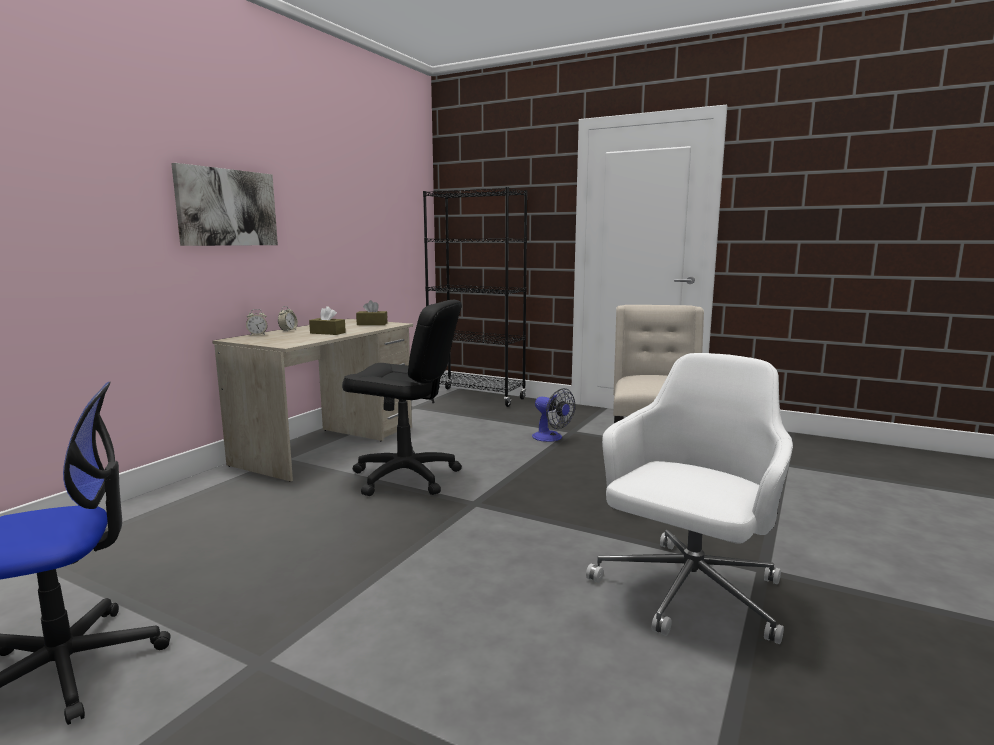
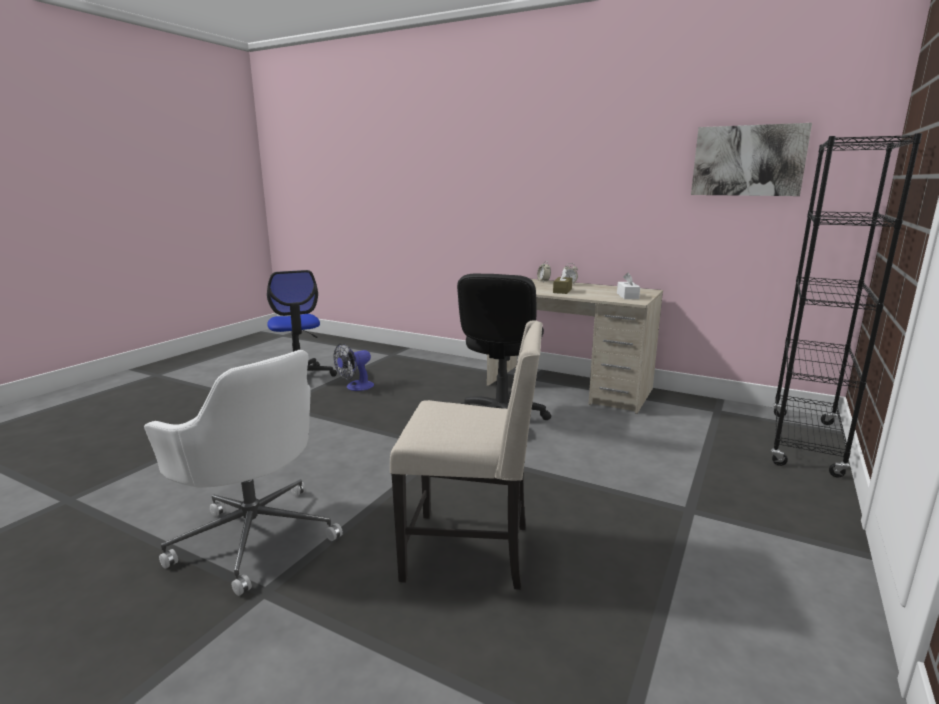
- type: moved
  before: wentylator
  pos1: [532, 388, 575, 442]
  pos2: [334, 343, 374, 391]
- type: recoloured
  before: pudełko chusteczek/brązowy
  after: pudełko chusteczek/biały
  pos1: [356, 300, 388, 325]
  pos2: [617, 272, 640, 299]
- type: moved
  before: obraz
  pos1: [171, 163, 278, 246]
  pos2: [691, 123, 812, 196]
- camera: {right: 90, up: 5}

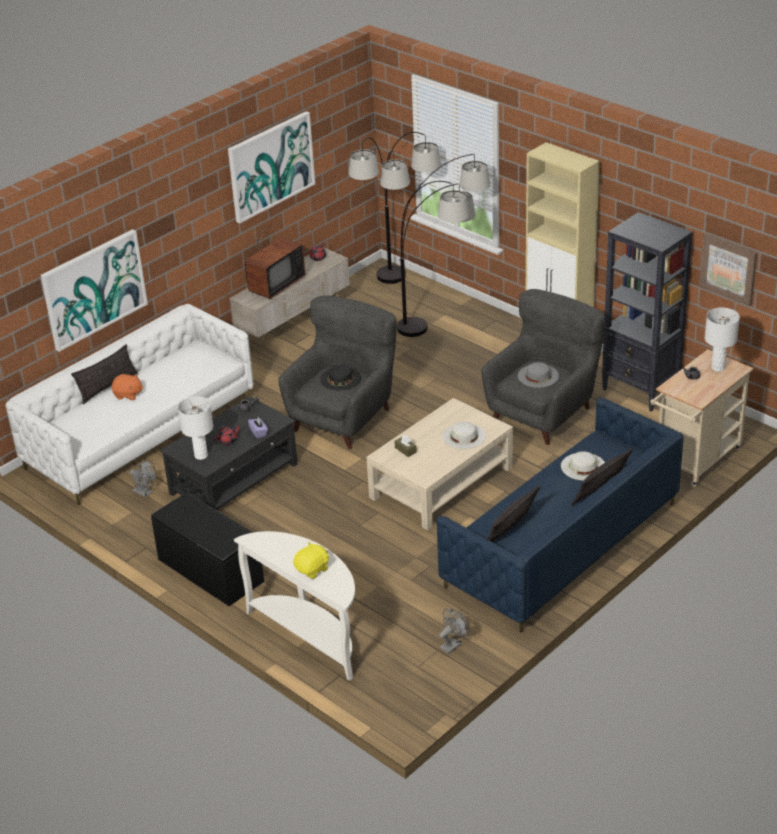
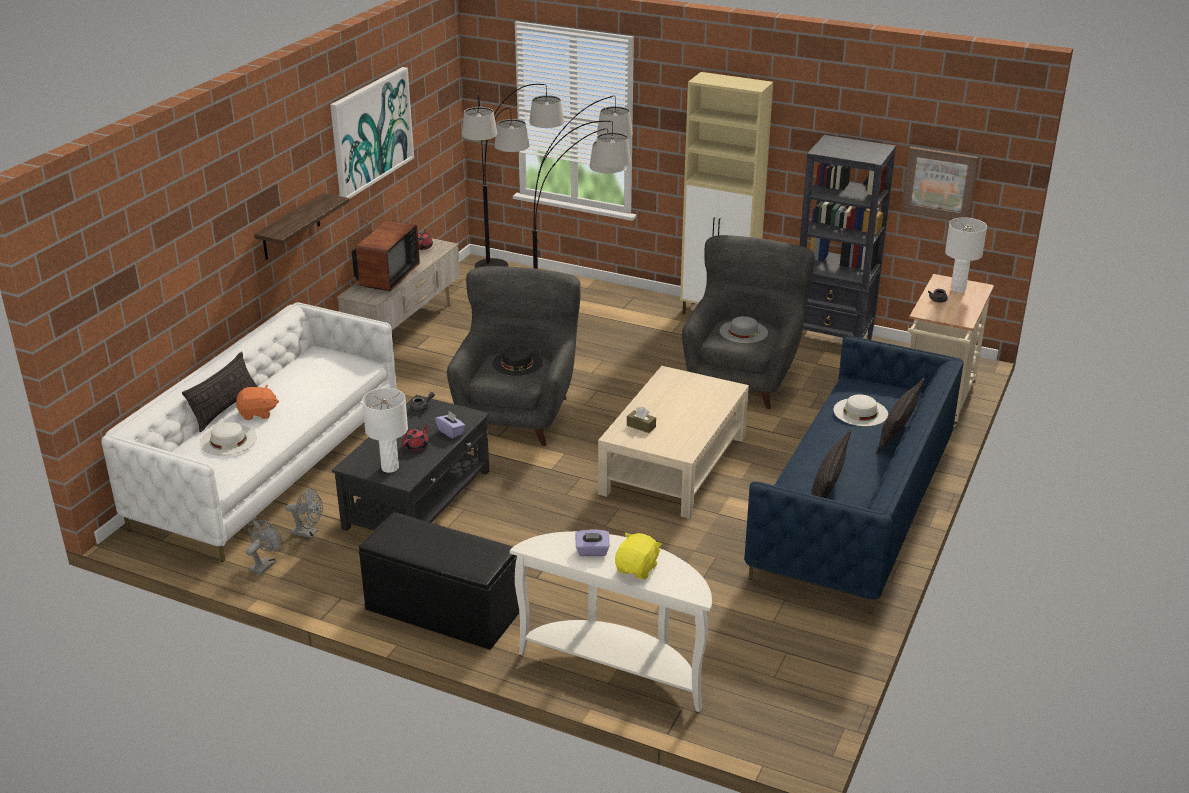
- type: moved
  before: kapelusz/biały
  pos1: [443, 422, 486, 449]
  pos2: [200, 422, 257, 456]
- type: moved
  before: wentylator/szary
  pos1: [439, 609, 469, 654]
  pos2: [246, 520, 283, 575]
- type: added
  after: półka
  pos2: [254, 193, 349, 260]
- type: added
  after: pudełko chusteczek/fioletowy
  pos2: [575, 529, 609, 556]
- type: removed
  before: obraz
  pos1: [41, 229, 148, 352]
- camera: {right: -20, up: -5}

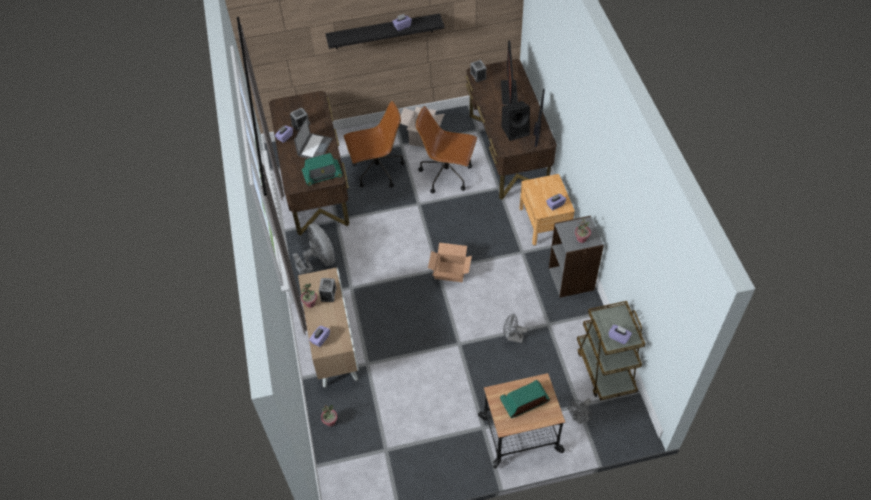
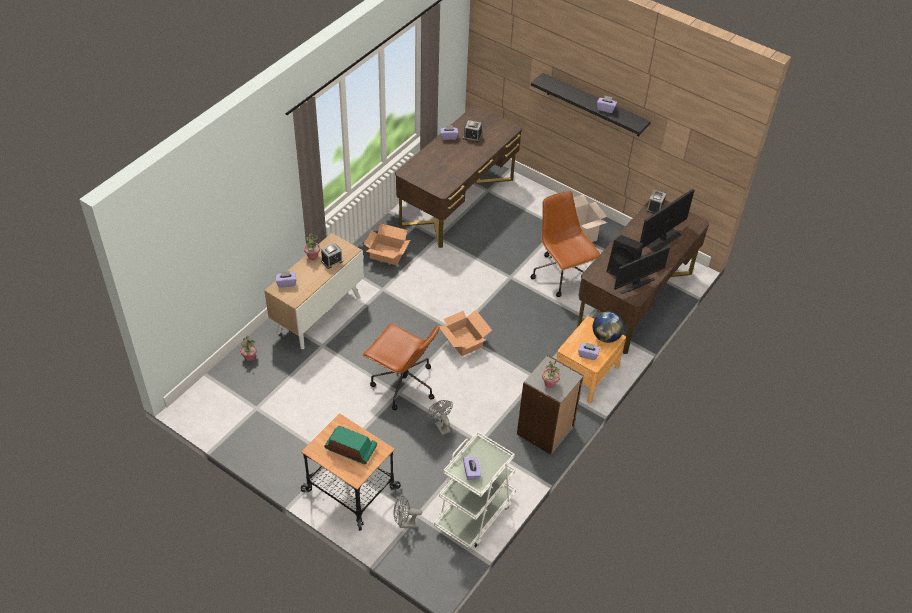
- type: moved
  before: krzesło biurowe/brązowy
  pos1: [344, 101, 405, 188]
  pos2: [362, 324, 440, 410]
- type: replaced
  before: wentylator/szary
  after: karton
  pos1: [293, 223, 335, 275]
  pos2: [364, 223, 410, 265]
- type: recoloured
  before: wózek/brązowy
  after: wózek/biały
  pos1: [577, 301, 645, 401]
  pos2: [434, 431, 516, 549]
- type: added
  after: globus
  pos2: [593, 311, 624, 343]
- type: removed
  before: laptop
  pos1: [294, 118, 333, 159]
- type: removed
  before: radio
  pos1: [302, 153, 343, 186]
- camera: {right: 45, up: -5}

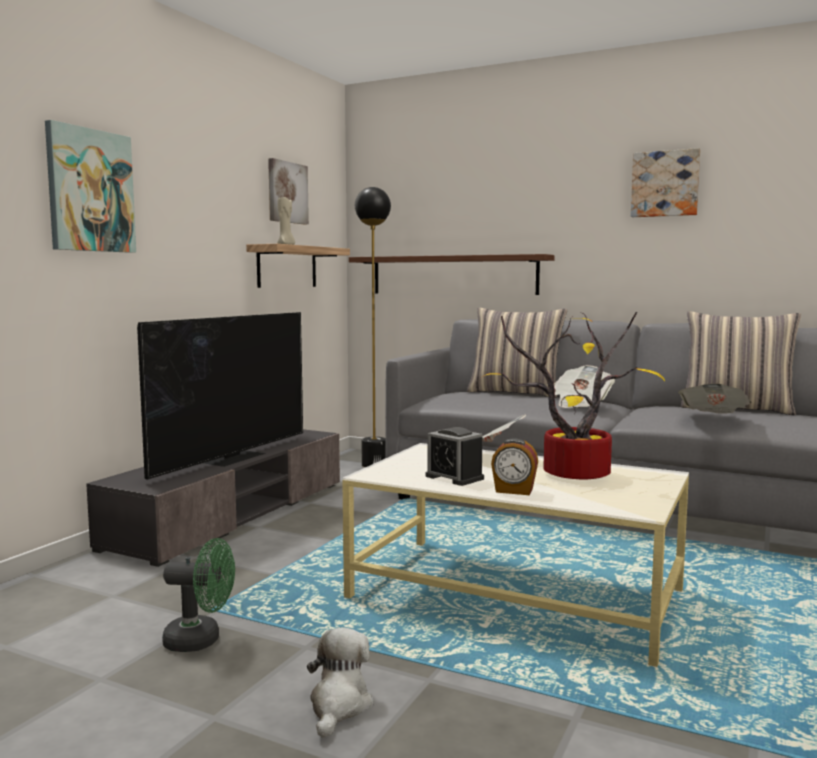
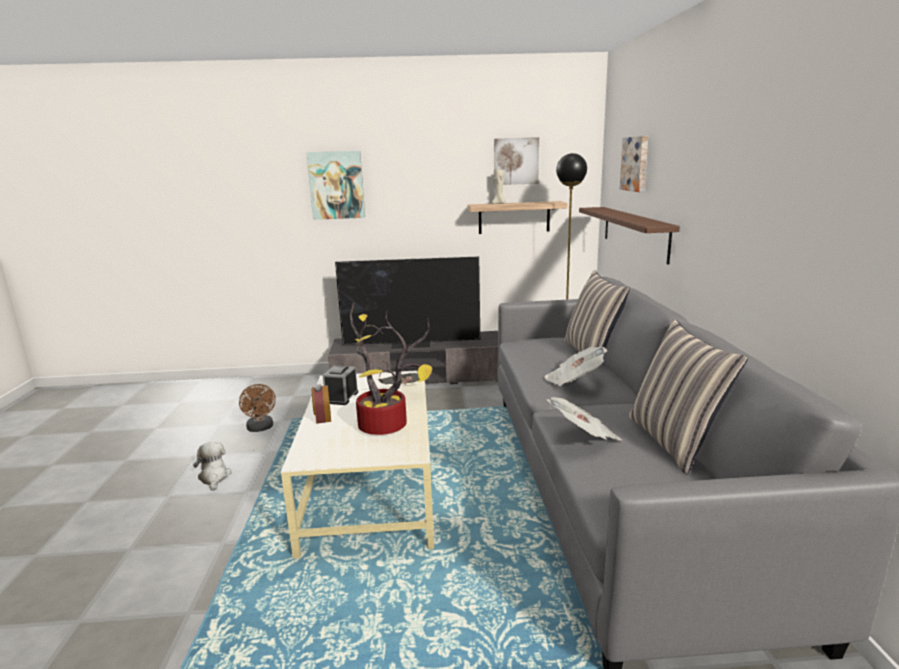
- type: turned
  before: pluszak
  pos1: [307, 627, 374, 738]
  pos2: [193, 442, 232, 491]
  turn: -90
- type: recoloured
  before: wentylator/zielony
  after: wentylator/brązowy
  pos1: [162, 538, 235, 652]
  pos2: [239, 384, 276, 432]
- type: moved
  before: obraz
  pos1: [631, 148, 700, 217]
  pos2: [620, 136, 648, 192]
- camera: {right: 60, up: 10}

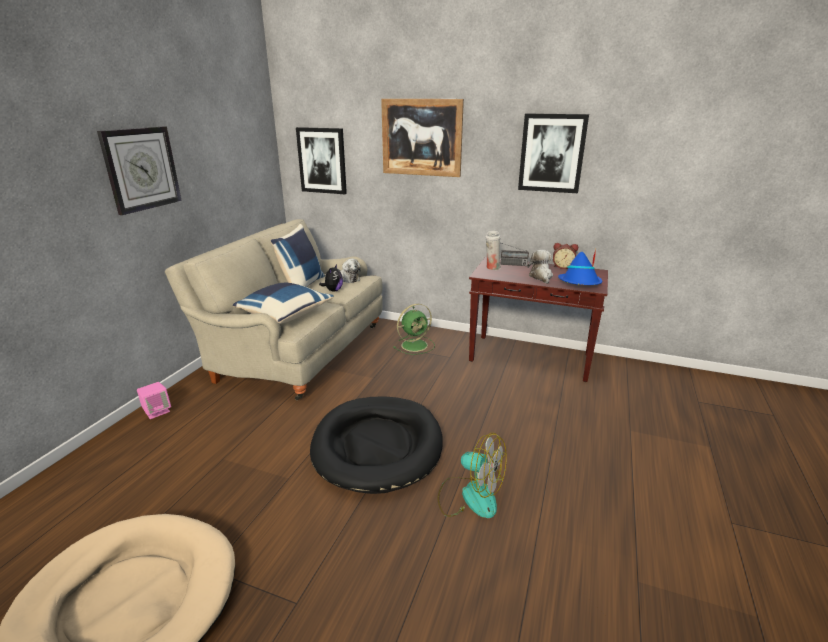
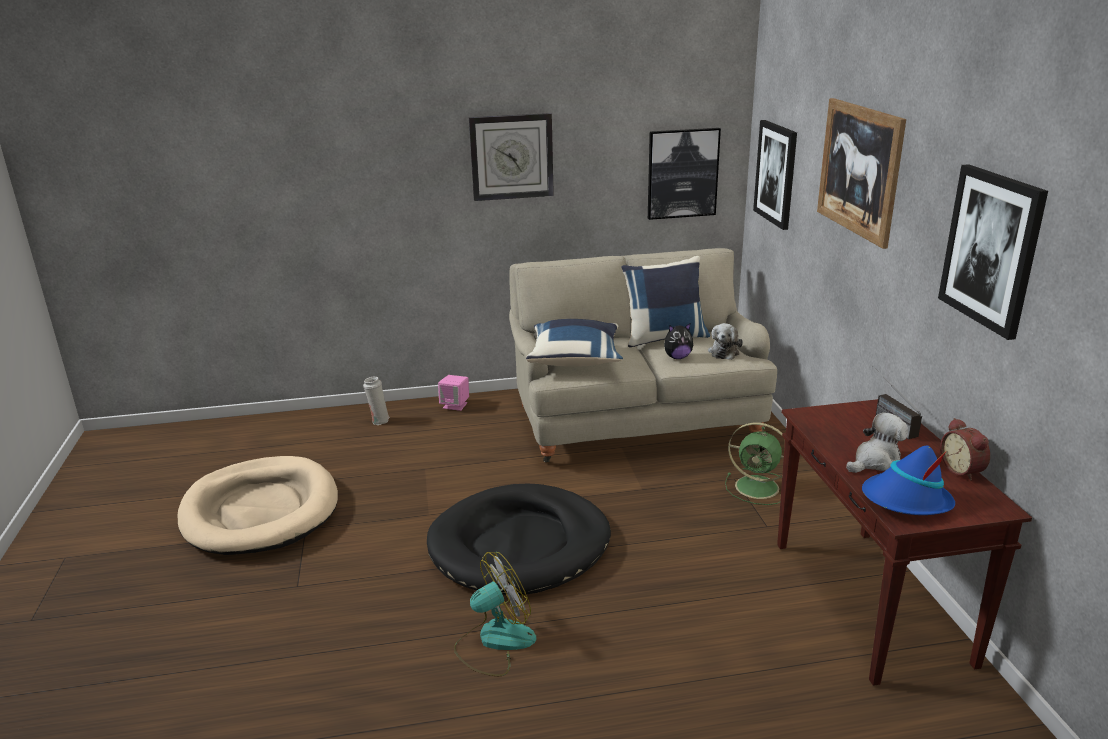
- type: moved
  before: wazon/biały
  pos1: [486, 231, 501, 270]
  pos2: [363, 377, 390, 425]
- type: turned
  before: wentylator
  pos1: [438, 433, 507, 518]
  pos2: [454, 552, 536, 676]
  turn: -120
- type: added
  after: obraz
  pos2: [648, 128, 721, 220]
- camera: {right: 60, up: 0}

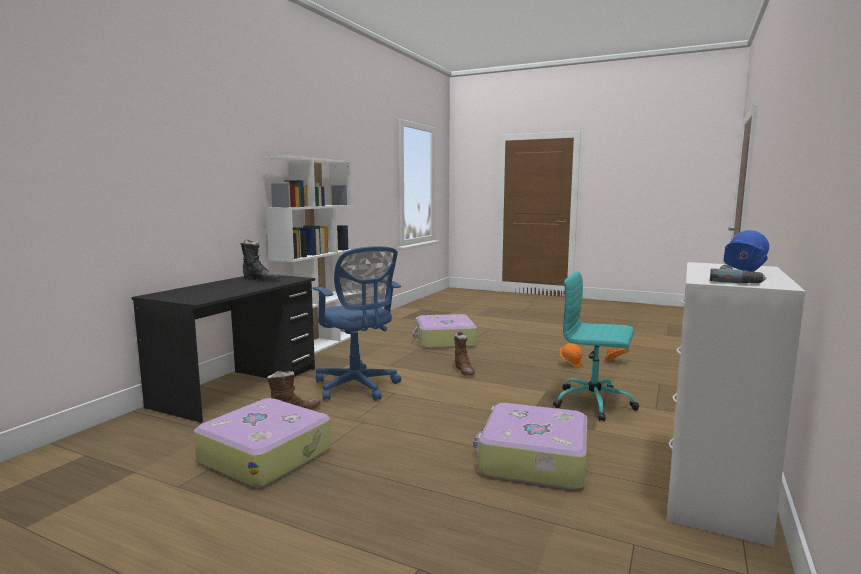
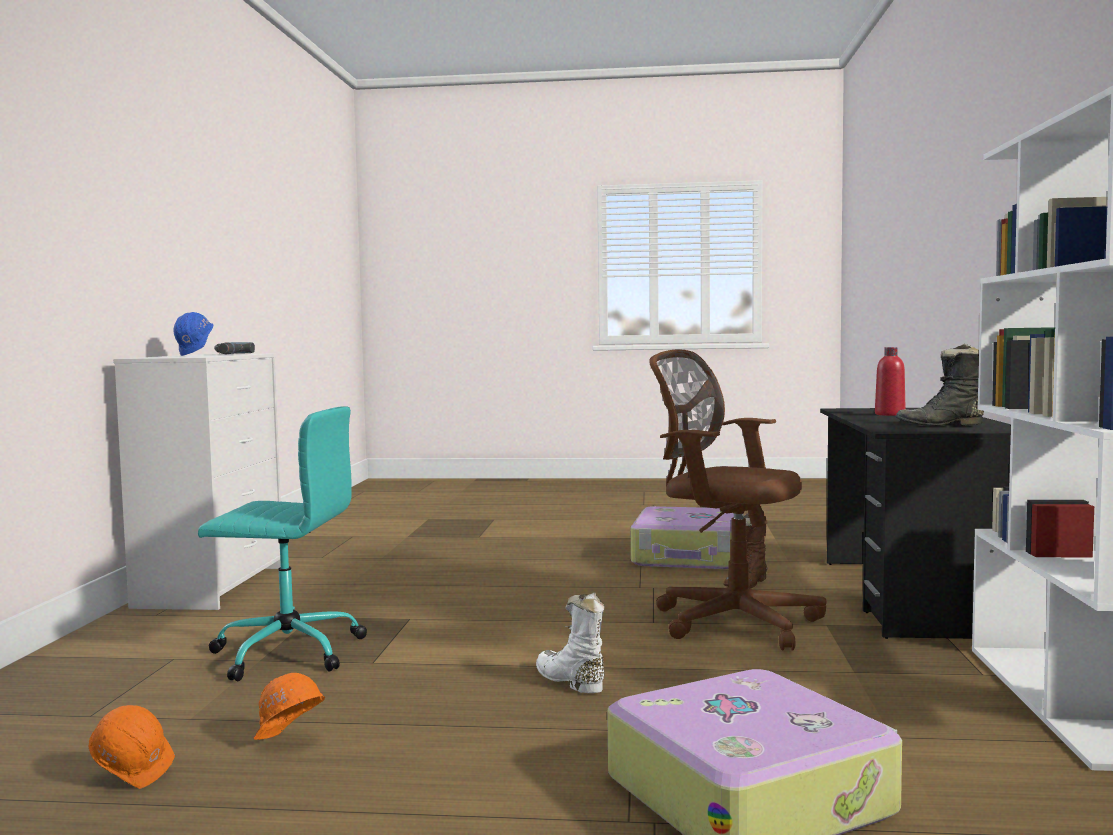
- type: recoloured
  before: but z cholewką/brązowy
  after: but z cholewką/biały
  pos1: [454, 332, 475, 375]
  pos2: [536, 593, 605, 693]
- type: recoloured
  before: krzesło biurowe/niebieski
  after: krzesło biurowe/brązowy
  pos1: [312, 246, 401, 401]
  pos2: [649, 349, 827, 650]
- type: added
  after: butelka/czerwony
  pos2: [875, 347, 906, 416]
- type: removed
  before: walizka
  pos1: [473, 403, 587, 490]
- camera: {right: 160, up: -5}

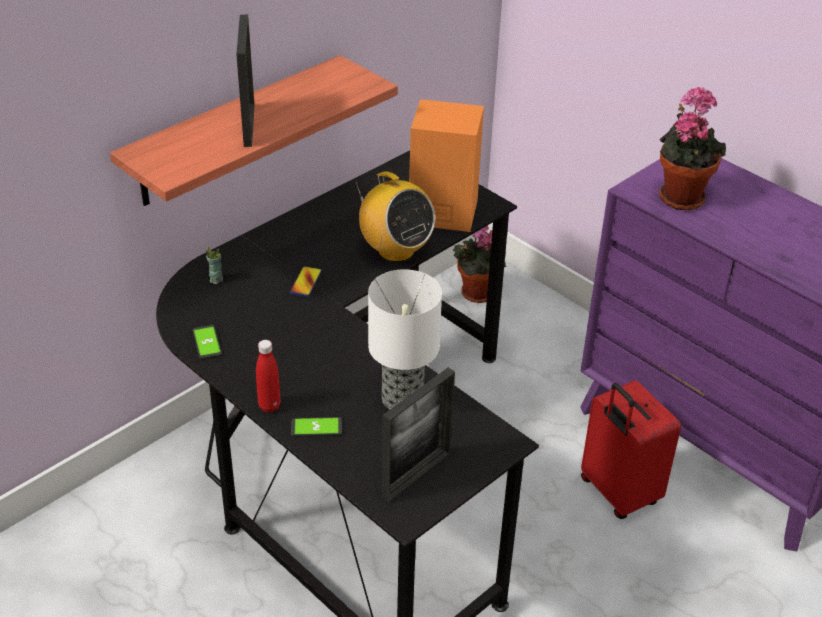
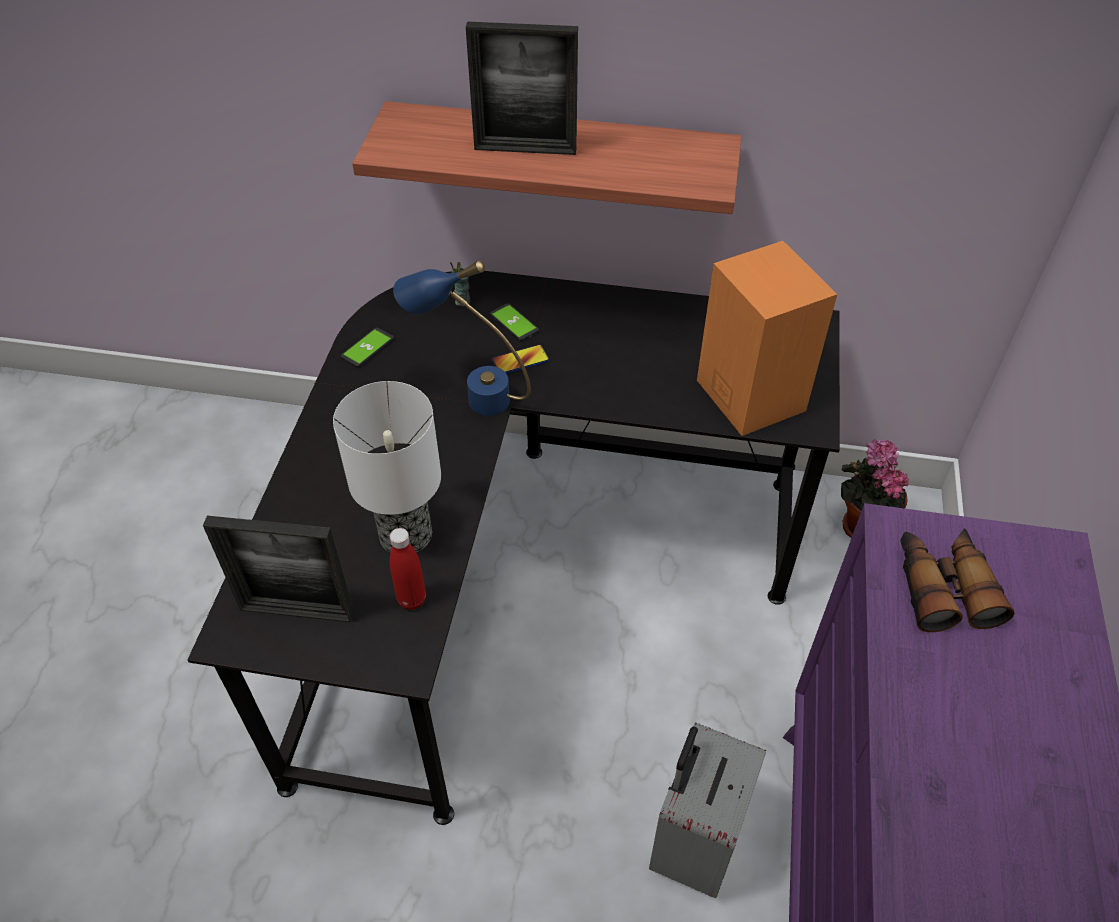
- type: moved
  before: butelka/czerwony
  pos1: [256, 340, 281, 412]
  pos2: [390, 528, 426, 610]
- type: added
  after: lampa stołowa/niebieski
  pos2: [393, 260, 531, 416]
- type: turned
  before: ramka na zdjęcie
  pos1: [236, 15, 254, 147]
  pos2: [466, 22, 578, 155]
  turn: 45
- type: moved
  before: telefon
  pos1: [291, 417, 343, 437]
  pos2: [490, 303, 539, 341]
- type: recoloured
  before: walizka/czerwony
  after: walizka/szary
  pos1: [581, 380, 681, 519]
  pos2: [649, 722, 766, 899]
- type: replaced
  before: roślina doniczkowa
  after: lornetka
  pos1: [659, 87, 726, 210]
  pos2: [900, 528, 1014, 632]
- type: removed
  before: radio
  pos1: [355, 171, 435, 262]
- camera: {right: 55, up: 10}

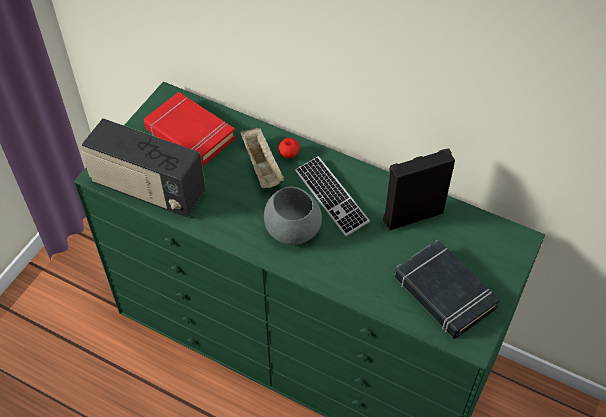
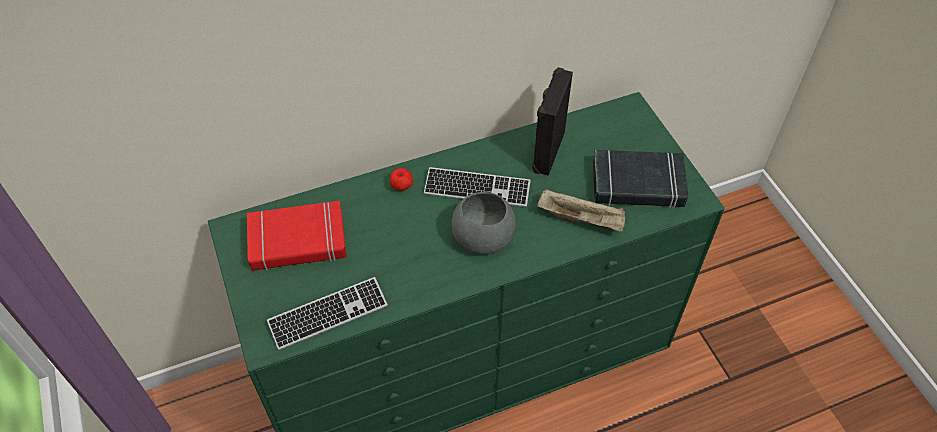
- type: replaced
  before: radio
  after: klawiatura
  pos1: [82, 118, 206, 217]
  pos2: [267, 277, 388, 350]
- type: moved
  before: taca/beżowy
  pos1: [241, 127, 284, 188]
  pos2: [537, 189, 625, 232]
- camera: {right: -50, up: 0}

